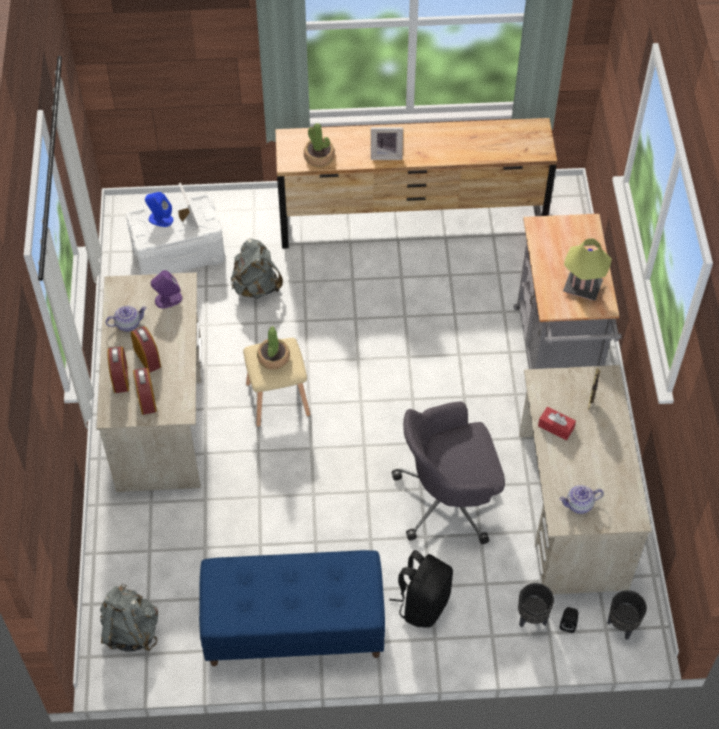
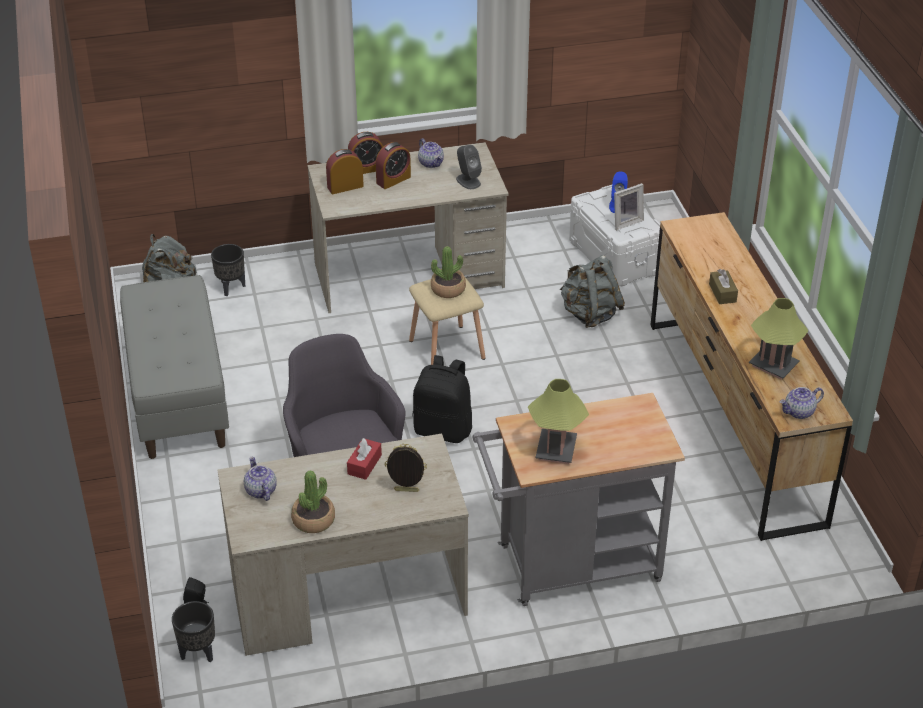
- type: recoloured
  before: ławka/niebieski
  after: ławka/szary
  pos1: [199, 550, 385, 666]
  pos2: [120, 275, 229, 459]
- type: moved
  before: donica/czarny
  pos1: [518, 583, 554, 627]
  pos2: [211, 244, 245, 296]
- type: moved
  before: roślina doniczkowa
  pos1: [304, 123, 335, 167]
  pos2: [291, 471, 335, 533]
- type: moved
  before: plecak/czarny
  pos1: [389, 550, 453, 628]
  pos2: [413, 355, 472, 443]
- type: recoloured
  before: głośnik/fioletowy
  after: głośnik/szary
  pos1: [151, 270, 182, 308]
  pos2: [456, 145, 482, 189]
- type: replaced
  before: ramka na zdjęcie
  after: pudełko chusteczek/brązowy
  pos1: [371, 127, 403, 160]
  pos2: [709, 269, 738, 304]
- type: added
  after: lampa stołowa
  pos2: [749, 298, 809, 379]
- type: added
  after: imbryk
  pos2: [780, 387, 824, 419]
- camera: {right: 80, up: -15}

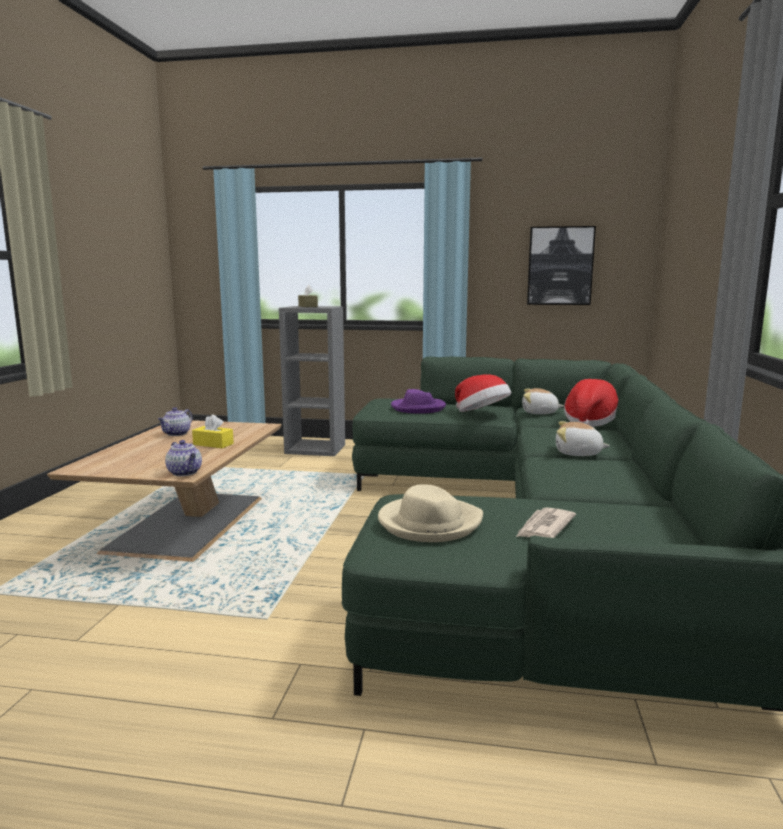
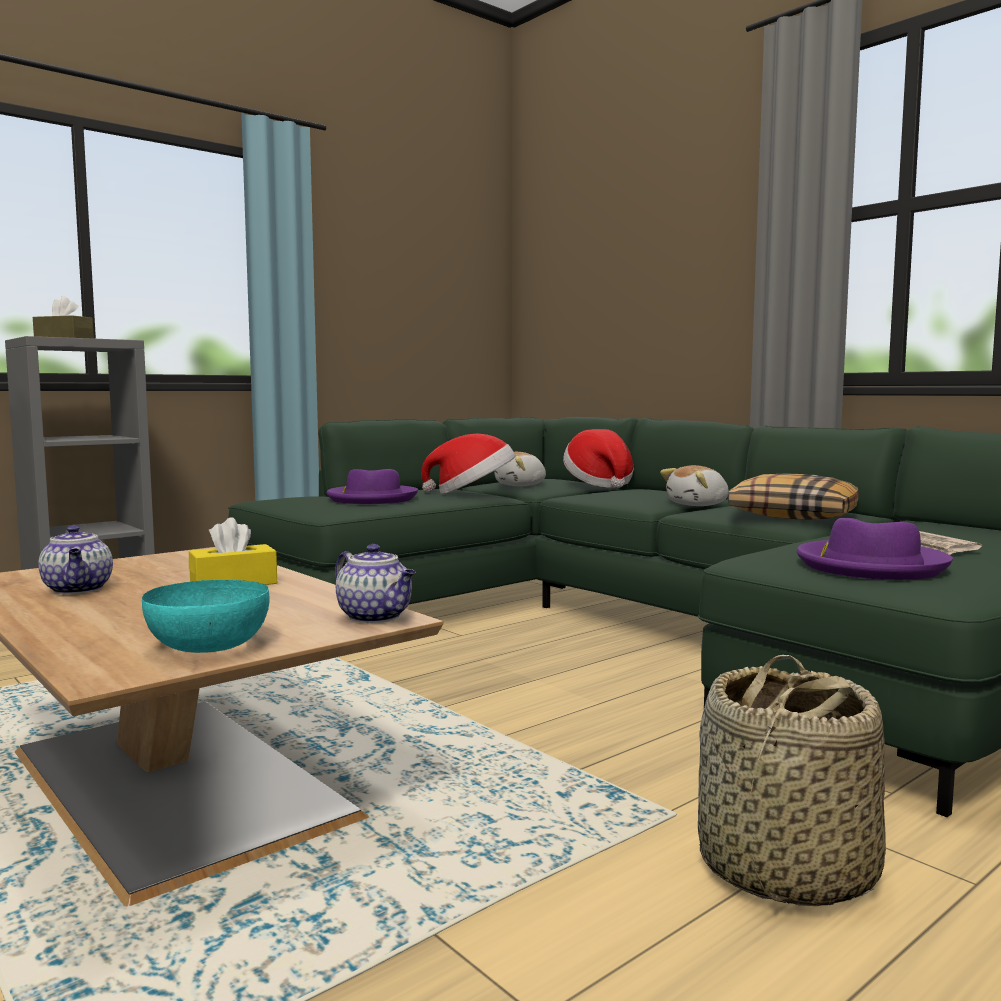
- type: added
  after: miska/turkusowy
  pos2: [142, 580, 270, 653]
- type: turned
  before: imbryk
  pos1: [165, 440, 202, 476]
  pos2: [335, 544, 416, 623]
  turn: 45
- type: added
  after: koszyk
  pos2: [698, 655, 886, 906]
- type: added
  after: poduszka
  pos2: [728, 473, 859, 520]
- type: recoloured
  before: kapelusz/beżowy
  after: kapelusz/fioletowy
  pos1: [378, 484, 483, 542]
  pos2: [797, 518, 953, 580]
- type: removed
  before: obraz
  pos1: [527, 226, 596, 305]
- camera: {right: -50, up: -5}

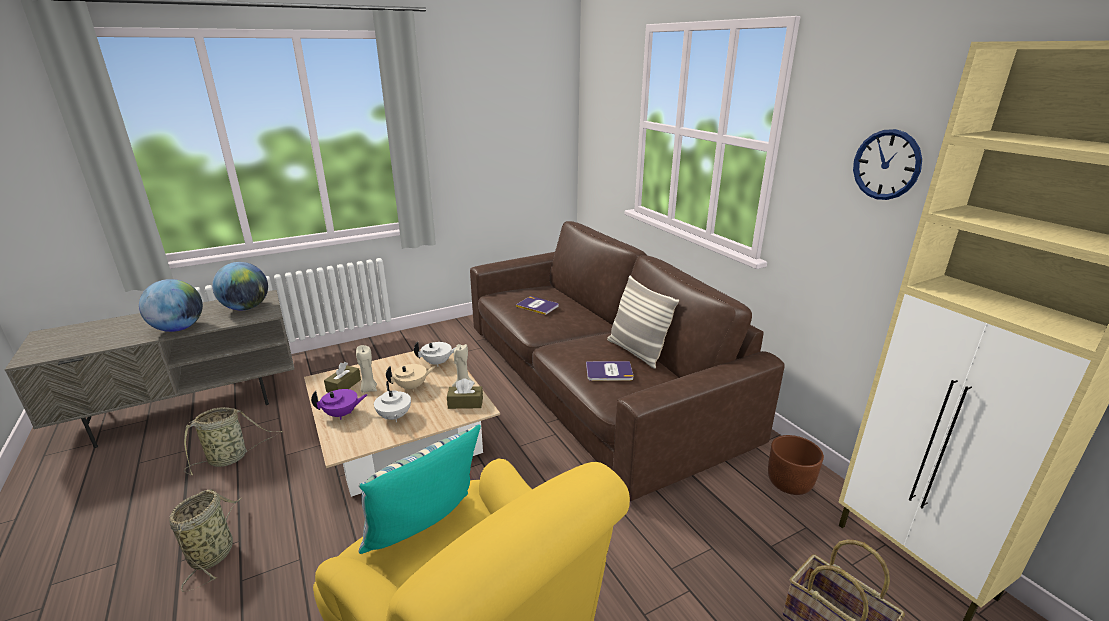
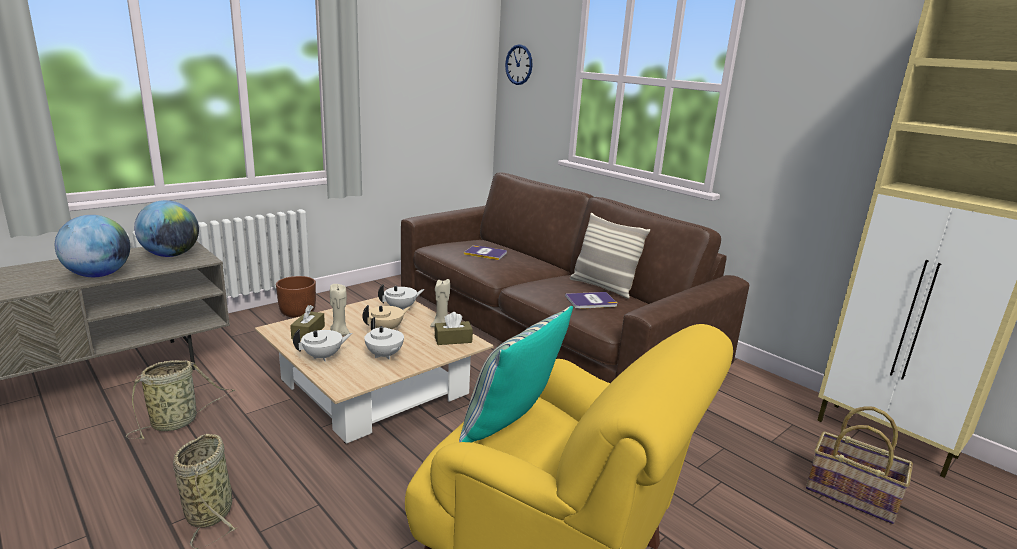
- type: moved
  before: donica/brązowy
  pos1: [768, 435, 824, 495]
  pos2: [276, 276, 316, 318]
- type: recoloured
  before: imbryk/fioletowy
  after: imbryk/biały
  pos1: [311, 389, 368, 420]
  pos2: [293, 329, 353, 362]
- type: moved
  before: zegar ścienny
  pos1: [853, 129, 922, 200]
  pos2: [505, 44, 532, 85]
- camera: {right: -15, up: -5}

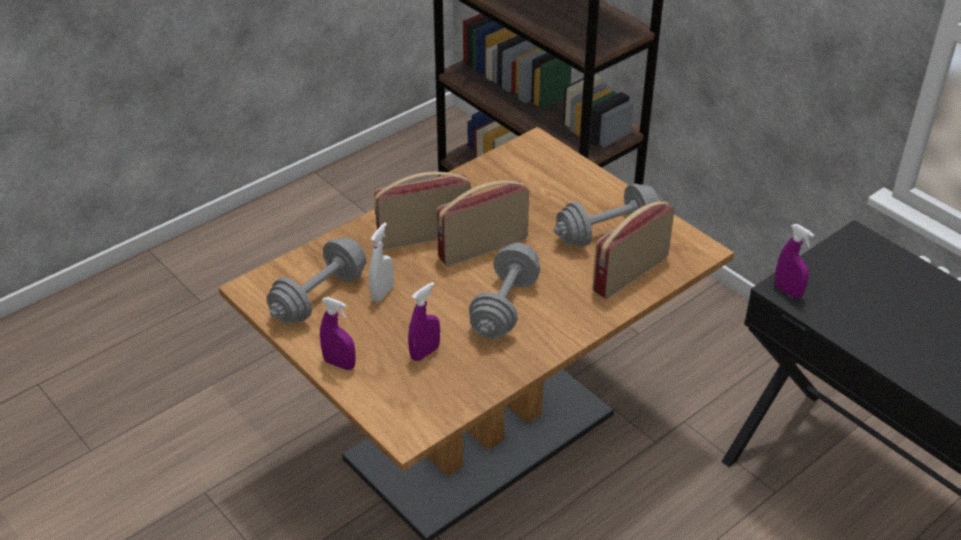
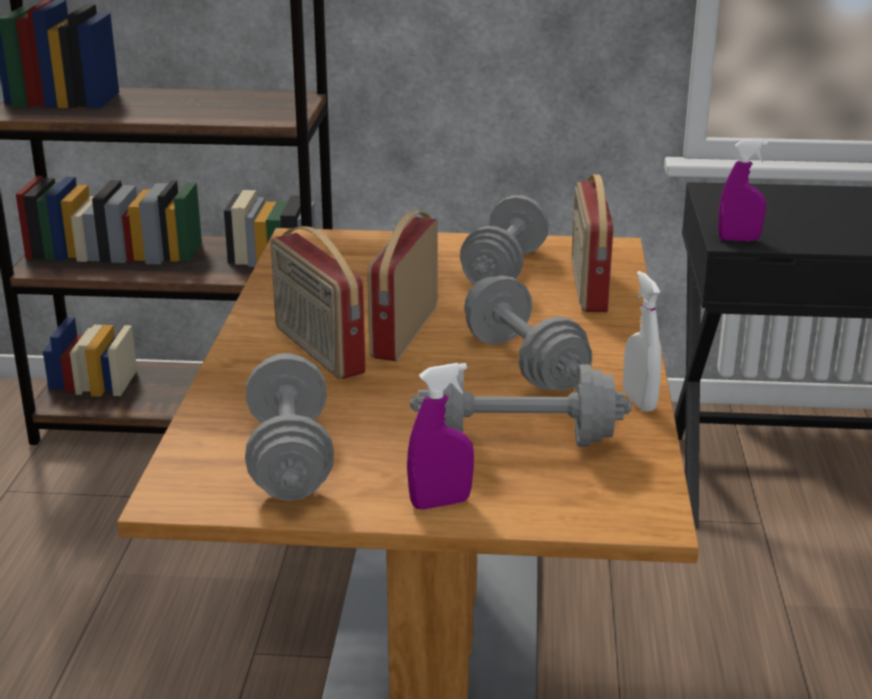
- type: turned
  before: radio
  pos1: [374, 172, 471, 250]
  pos2: [271, 226, 366, 379]
  turn: -60
- type: replaced
  before: spryskiwacz/fioletowy
  after: hantel/szary
  pos1: [408, 282, 440, 361]
  pos2: [410, 363, 632, 447]
- type: moved
  before: spryskiwacz/biały
  pos1: [369, 223, 394, 302]
  pos2: [623, 271, 661, 412]
- camera: {right: -45, up: -15}

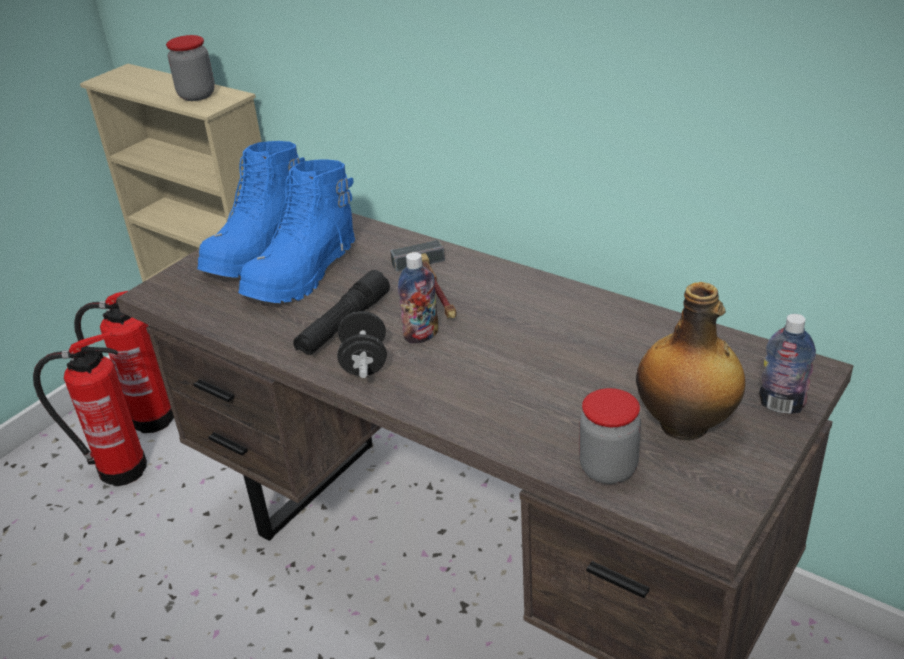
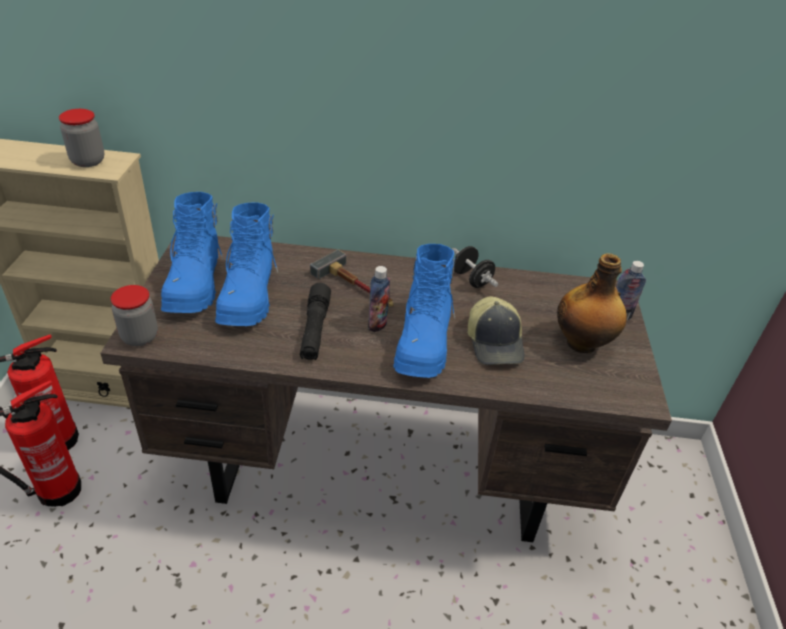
- type: moved
  before: słoik
  pos1: [579, 388, 641, 484]
  pos2: [111, 285, 158, 346]
- type: added
  after: but z cholewką/niebieski
  pos2: [393, 244, 456, 378]
- type: moved
  before: hantel/czarny
  pos1: [337, 311, 387, 378]
  pos2: [452, 246, 498, 288]
- type: added
  after: czapka z daszkiem
  pos2: [468, 296, 524, 365]
- camera: {right: -35, up: 5}

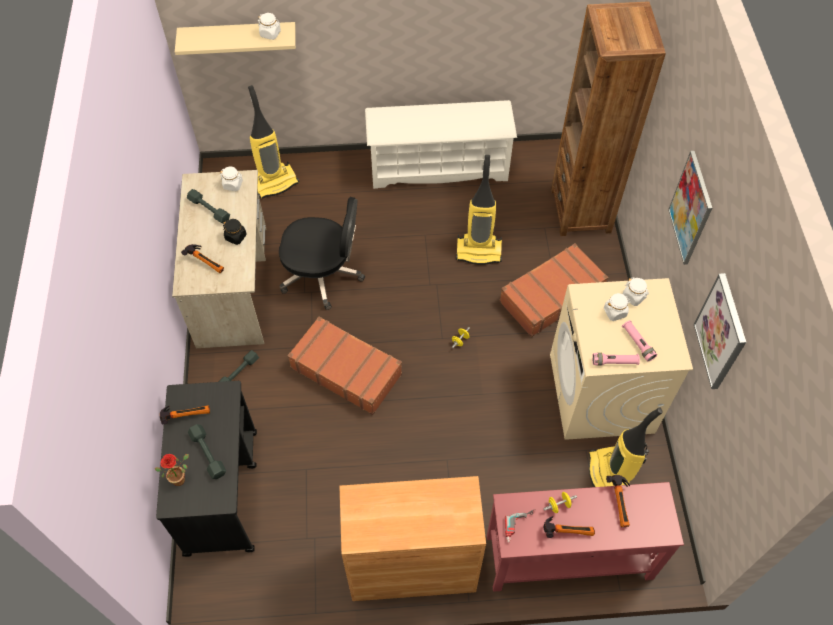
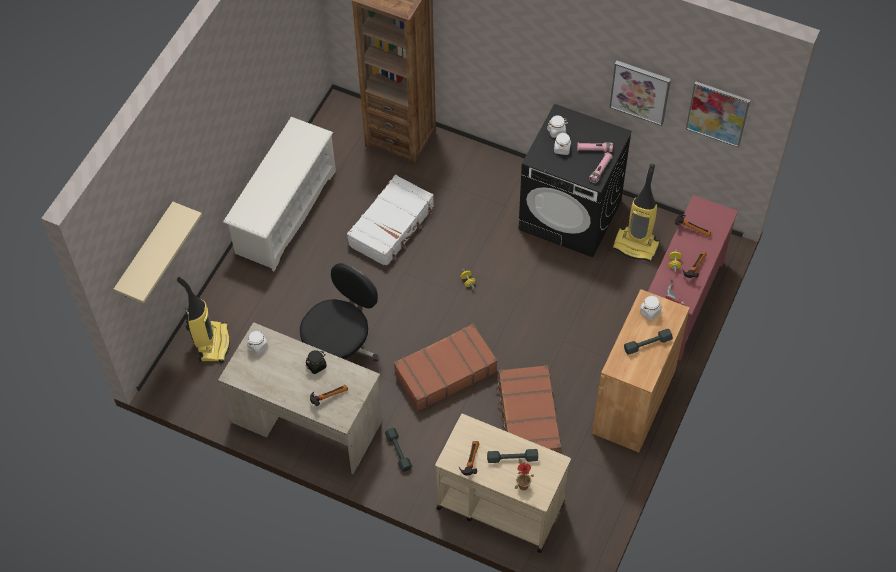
- type: replaced
  before: odkurzacz
  after: walizka/biały
  pos1: [456, 155, 502, 265]
  pos2: [347, 174, 434, 267]
- type: recoloured
  before: wózek/czarny
  after: wózek/beżowy
  pos1: [156, 381, 257, 557]
  pos2: [435, 414, 571, 553]
- type: moved
  before: walizka/brązowy
  pos1: [499, 243, 608, 337]
  pos2: [495, 365, 561, 453]
- type: recoloured
  before: pralka/beżowy
  after: pralka/czarny
  pos1: [550, 278, 693, 440]
  pos2: [518, 104, 632, 257]
- type: moved
  before: hantel/szary
  pos1: [187, 189, 230, 223]
  pos2: [624, 329, 673, 355]
- type: moved
  before: słoik/biały
  pos1: [258, 13, 281, 40]
  pos2: [640, 296, 661, 320]
- type: moved
  before: obraz
  pos1: [668, 151, 712, 265]
  pos2: [686, 81, 750, 148]
- camera: {right: -60, up: 0}

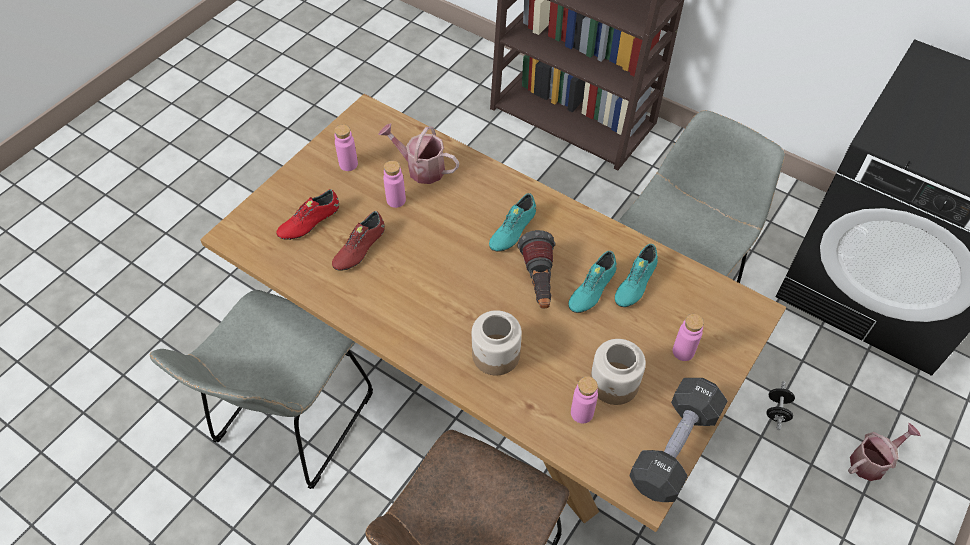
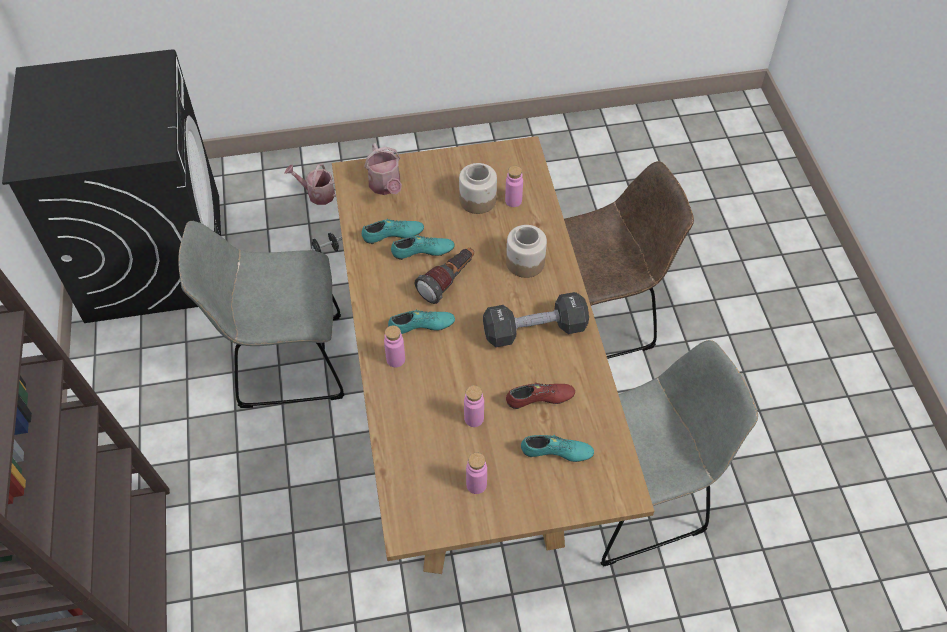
- type: moved
  before: konewka
  pos1: [378, 124, 459, 184]
  pos2: [365, 143, 402, 195]
- type: moved
  before: butelka/różowy
  pos1: [673, 314, 704, 361]
  pos2: [384, 325, 405, 367]
- type: moved
  before: hantel/czarny
  pos1: [629, 378, 727, 502]
  pos2: [483, 292, 589, 347]
- type: recoloured
  before: but/czerwony
  after: but/turkusowy
  pos1: [276, 189, 339, 240]
  pos2: [521, 435, 594, 462]
- camera: {right: -135, up: 0}

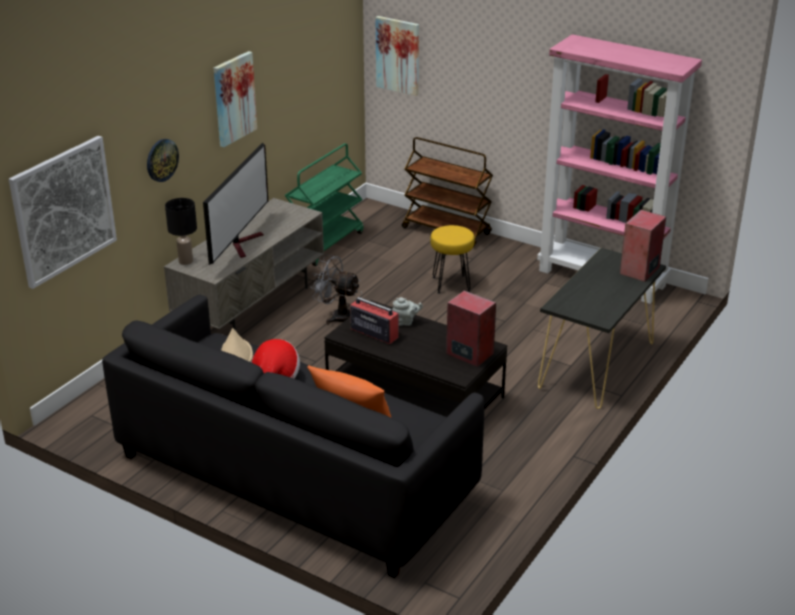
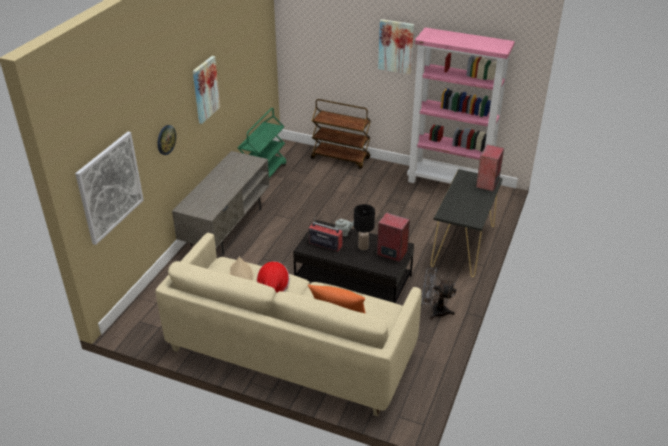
- type: recoloured
  before: kanapa/czarny
  after: kanapa/beżowy
  pos1: [102, 295, 484, 578]
  pos2: [155, 233, 422, 416]
- type: moved
  before: lampa stołowa/czarny
  pos1: [165, 198, 197, 265]
  pos2: [354, 204, 375, 250]
- type: moved
  before: obraz
  pos1: [376, 16, 419, 96]
  pos2: [378, 19, 414, 74]
- type: moved
  before: wentylator/szary
  pos1: [310, 254, 360, 324]
  pos2: [422, 268, 456, 320]
- type: removed
  before: telewizor
  pos1: [203, 143, 268, 265]
- type: removed
  before: stołek/żółty
  pos1: [430, 225, 475, 294]
- camera: {right: -10, up: 5}

